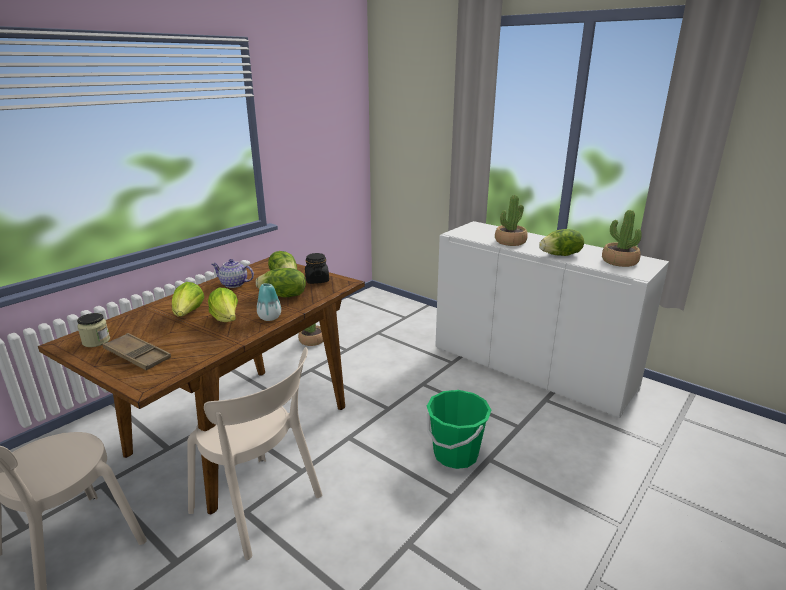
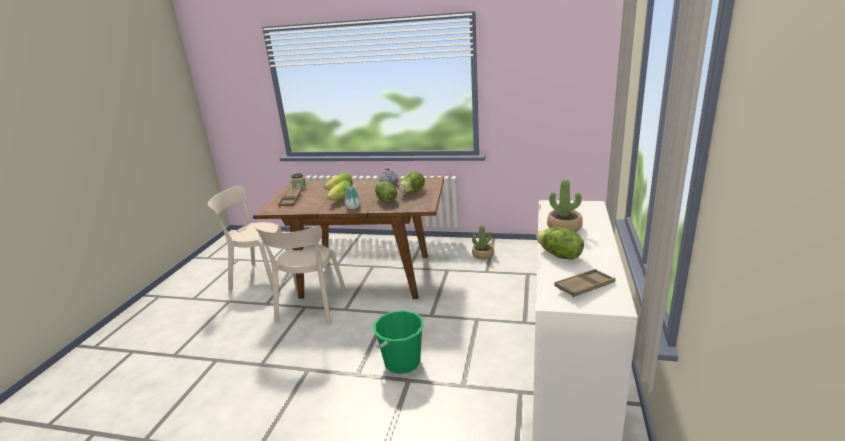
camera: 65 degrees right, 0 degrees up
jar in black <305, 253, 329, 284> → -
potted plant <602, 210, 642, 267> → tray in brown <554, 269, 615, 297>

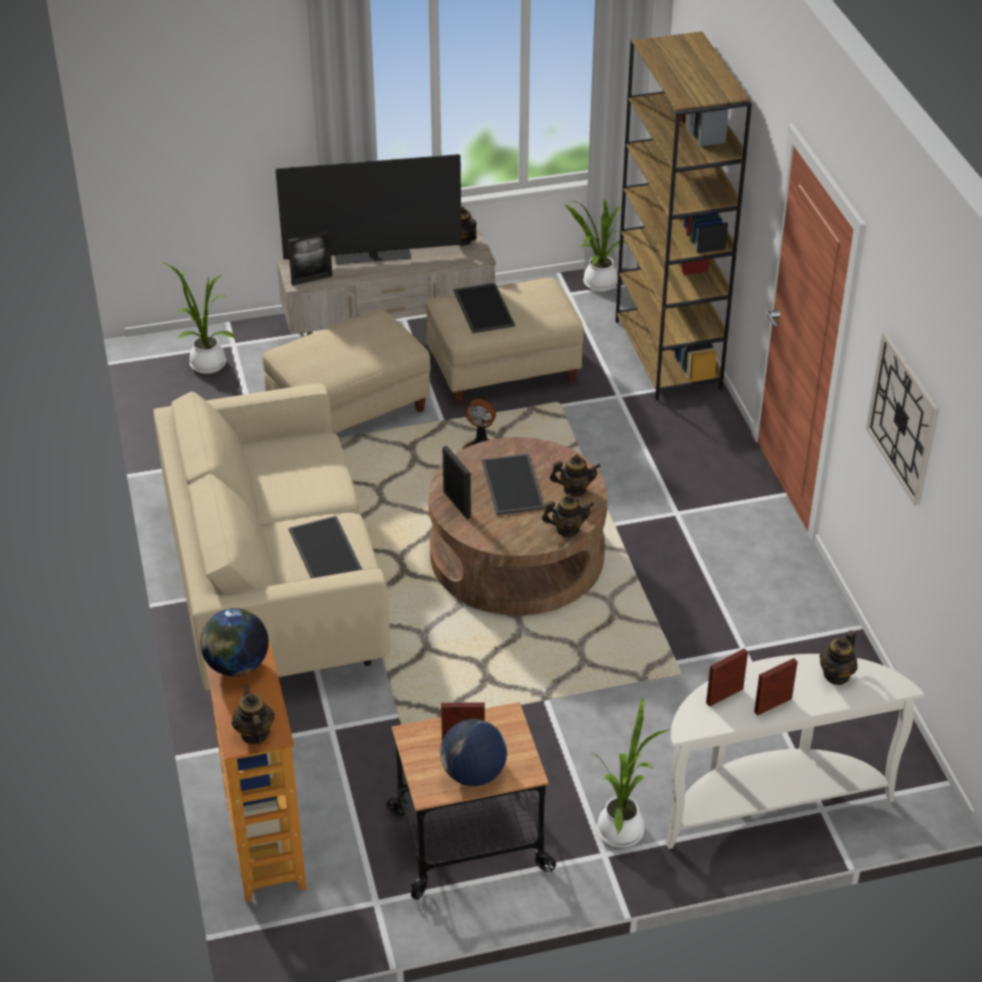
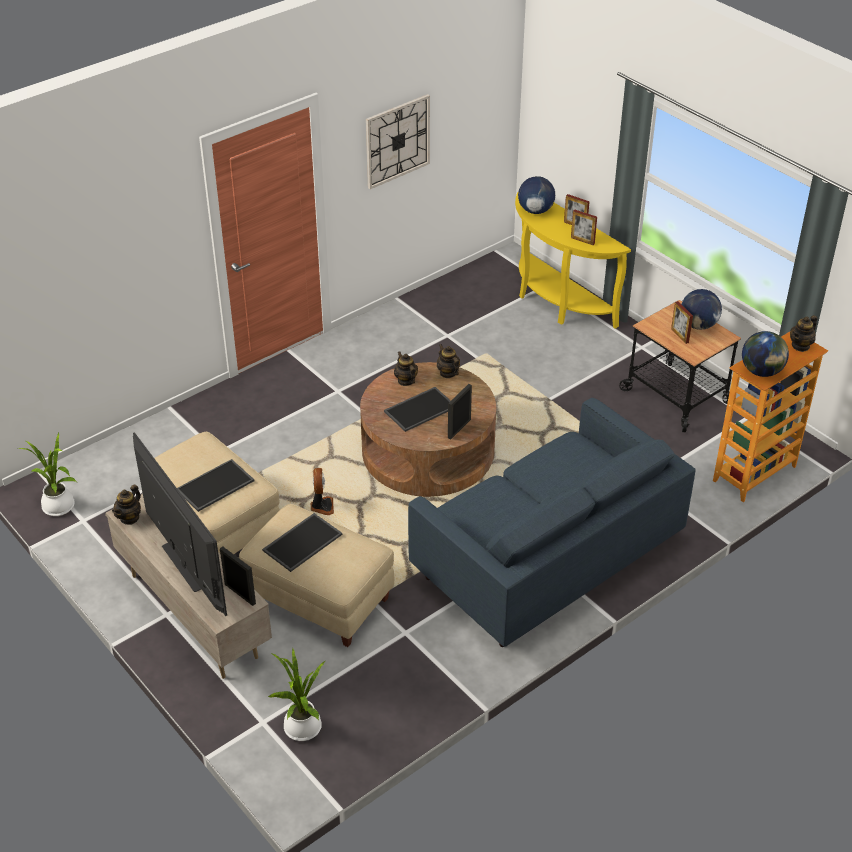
camera: 115 degrees left, 0 degrees up
potted plant <590, 696, 670, 848> → -
bookcase in brown <615, 31, 752, 401> → -
tray <289, 516, 362, 578> → tray <262, 513, 342, 572>, shifted
teapot <820, 630, 858, 685> → globe <518, 176, 555, 214>
sofa in beige <153, 384, 390, 690> → sofa in blue <408, 398, 696, 647>
console table in white <665, 654, 924, 849> → console table in yellow <515, 191, 631, 328>

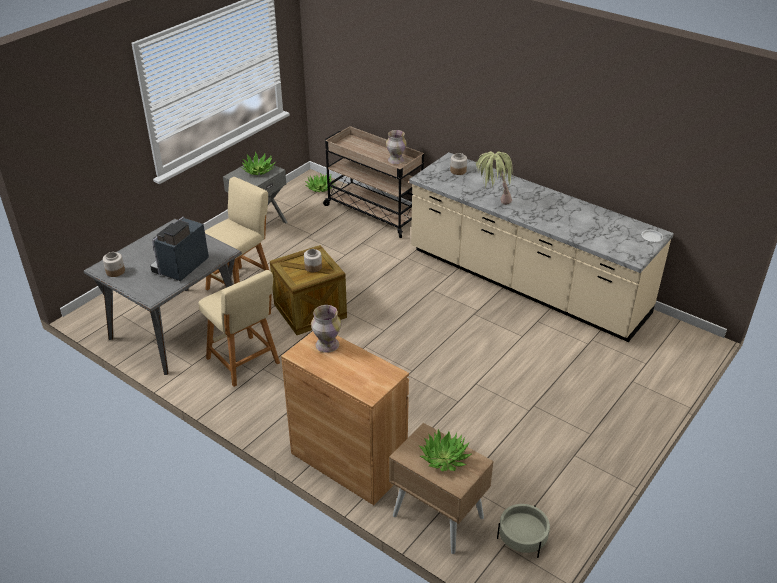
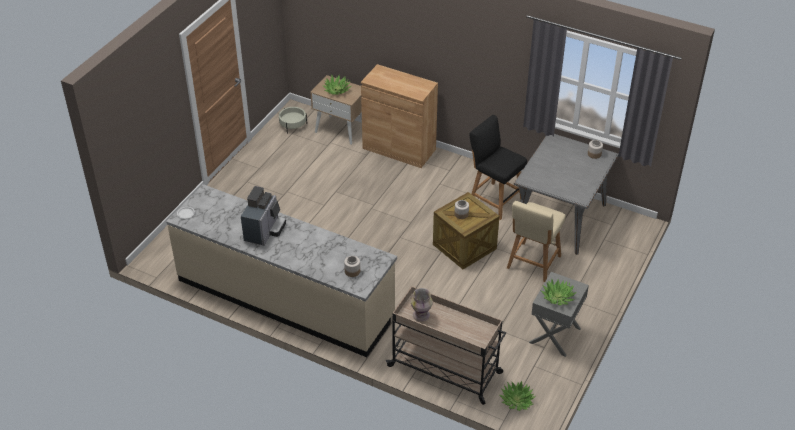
camera: 170 degrees right, 5 degrees up
vase <311, 305, 341, 353> → -
potted plant <476, 151, 513, 205> → -
coffee machine <150, 217, 209, 281> → coffee machine <241, 186, 286, 246>, shifted
stool in beige <198, 270, 280, 387> → stool in black <470, 115, 527, 220>

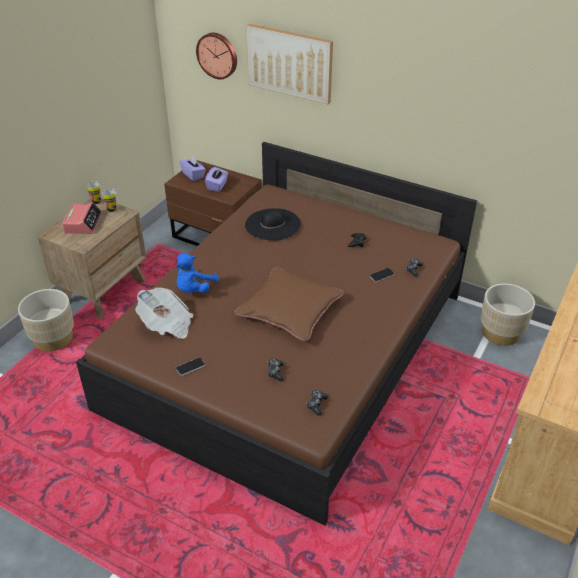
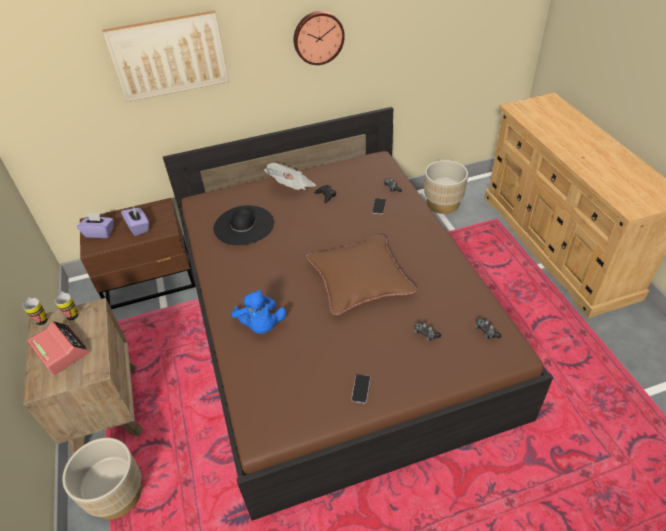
camera: 45 degrees left, 5 degrees up
newspaper <135, 287, 193, 339> → newspaper <264, 163, 316, 190>, shifted
wall clock <196, 33, 237, 79> → wall clock <294, 11, 345, 65>, shifted

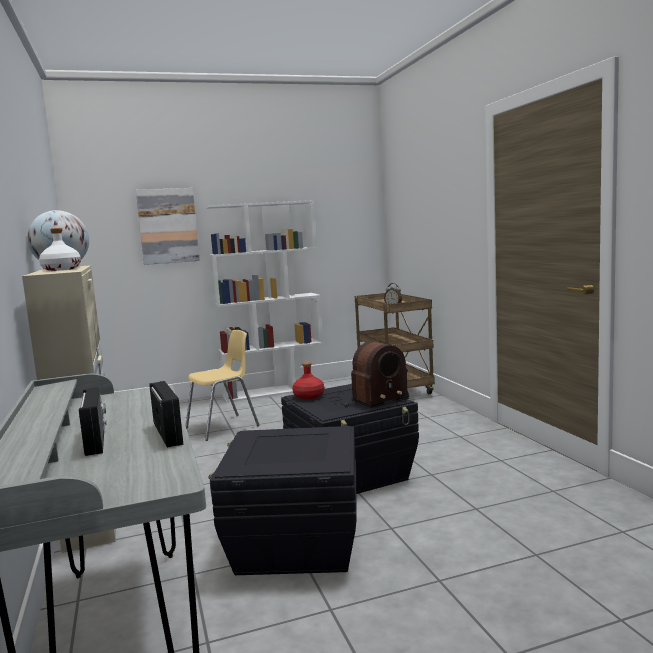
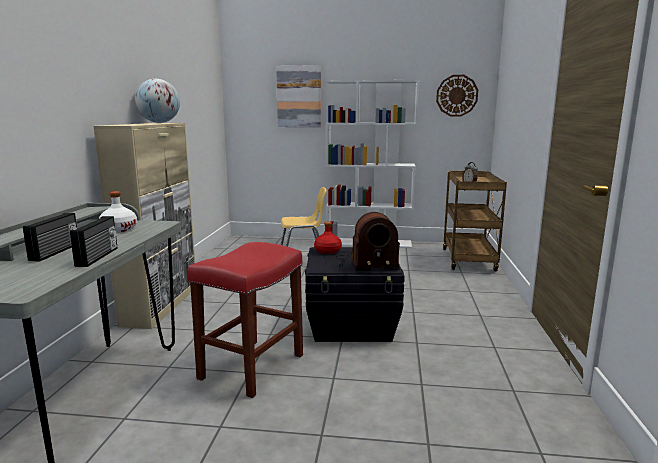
camera: 25 degrees right, 5 degrees up
- → wall clock <436, 75, 478, 117>
bottle in white <39, 228, 81, 271> → bottle in white <99, 191, 137, 232>, shifted
storage box in black <208, 426, 357, 575> → stool in red <187, 242, 303, 398>

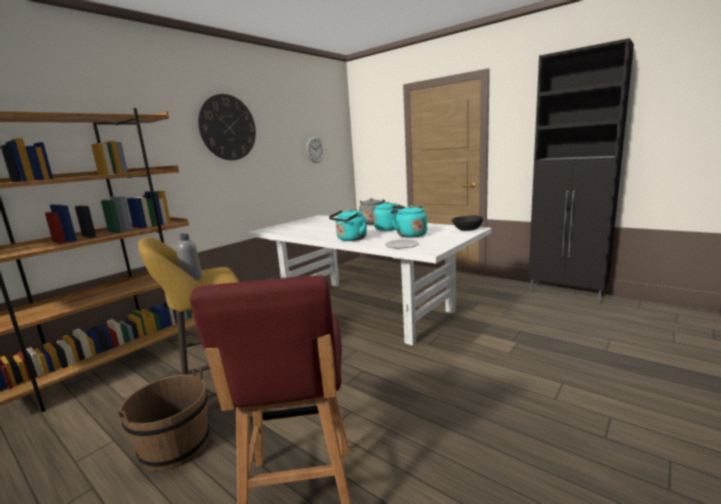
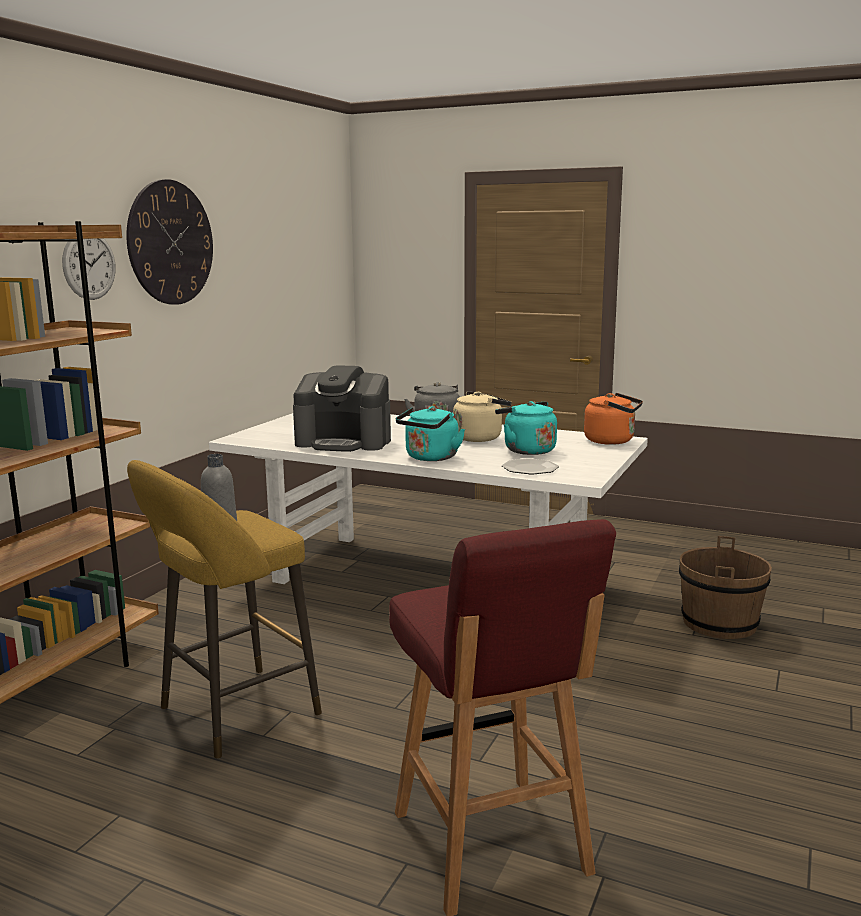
camera: 15 degrees left, 0 degrees up
cabinet in black <528, 38, 634, 305> → -
- → coffee machine <293, 365, 391, 452>
bucket in brown <116, 366, 209, 471> → bucket in brown <679, 536, 772, 639>, shifted
wall clock <306, 137, 325, 163> → wall clock <62, 238, 115, 300>, shifted
bowl in black <452, 215, 483, 231> → kettle in orange <584, 393, 643, 445>
kettle in turquoise <373, 202, 406, 231> → kettle in beige <453, 391, 512, 442>

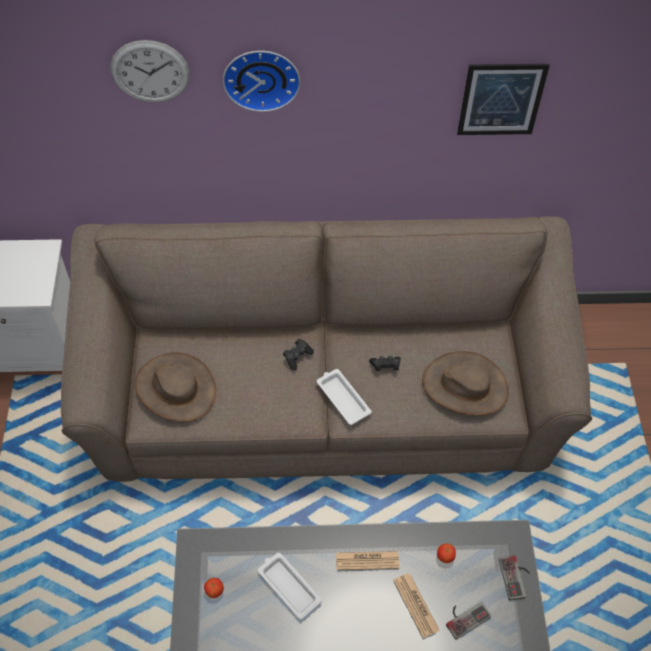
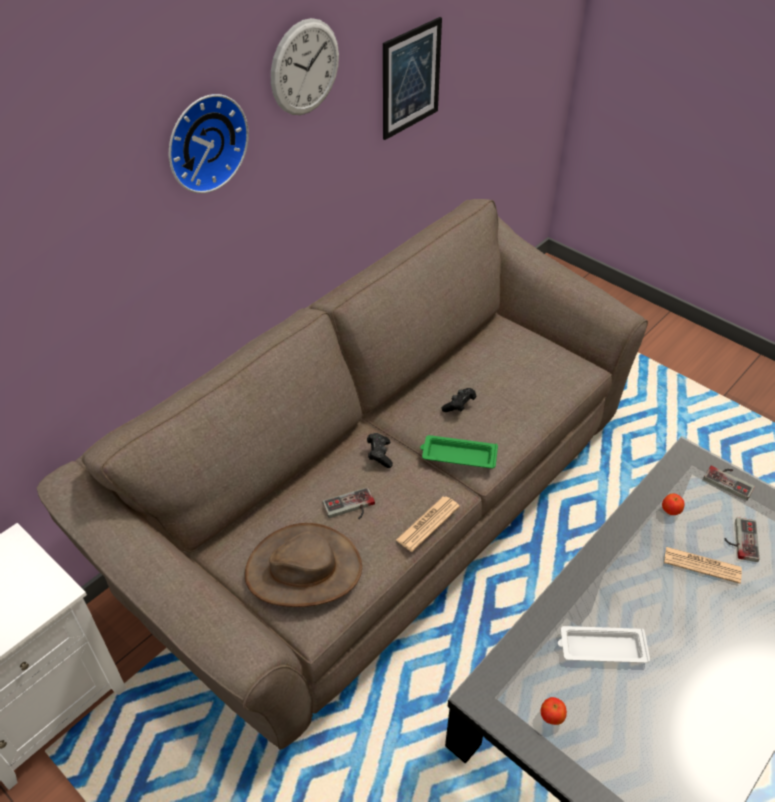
camera: 45 degrees left, 10 degrees down
hat in brown <422, 351, 509, 416> → -
- → game controller <323, 487, 375, 519>
wall clock <110, 40, 190, 102> → wall clock <271, 18, 339, 115>, shifted
newspaper <336, 551, 399, 570> → newspaper <396, 496, 460, 552>, shifted
tray in white <317, 369, 372, 425> → tray in green <420, 435, 498, 468>

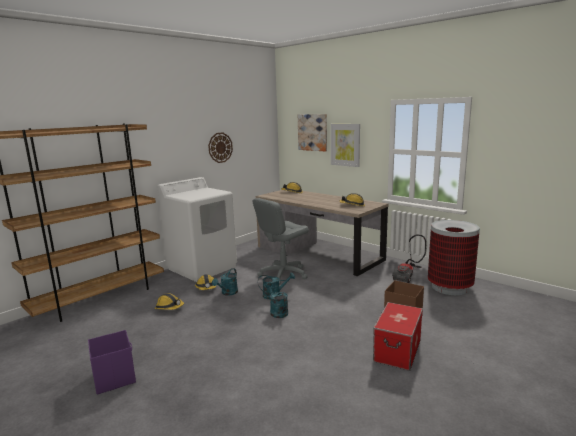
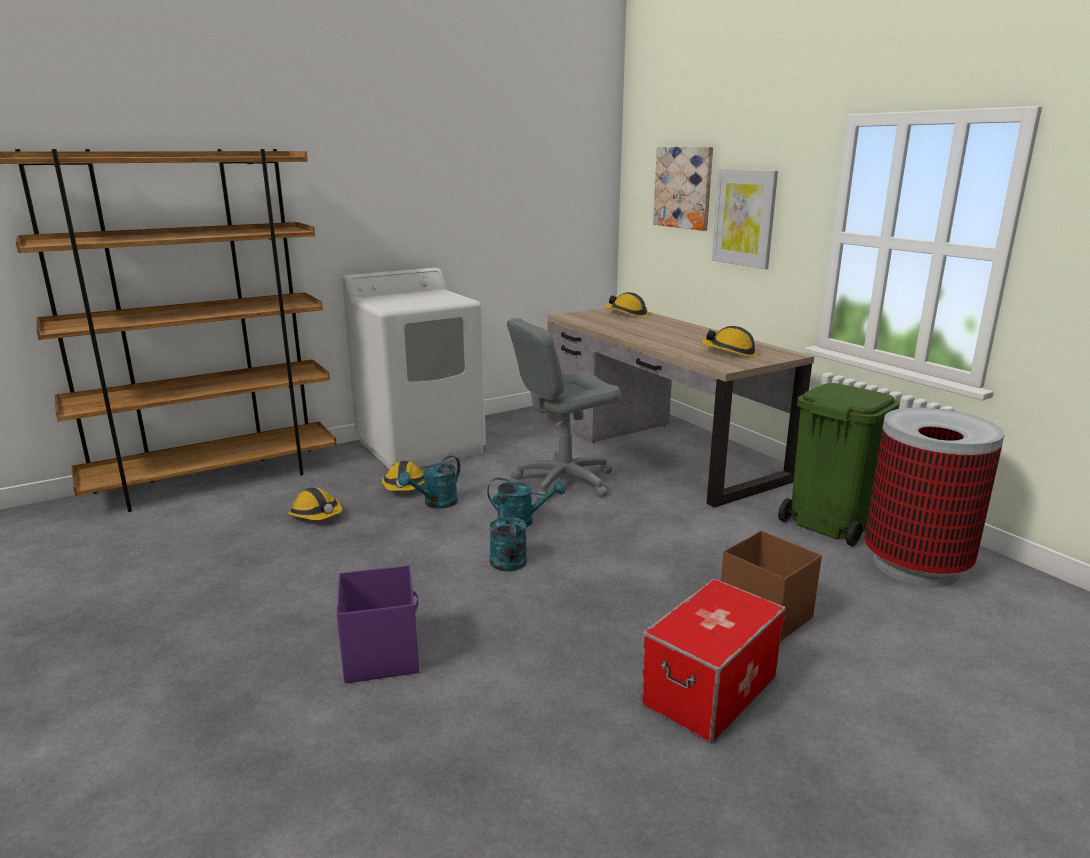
camera: 15 degrees right, 5 degrees up
wall clock <208, 132, 233, 163> → -
storage box in purple <88, 330, 136, 395> → storage box in purple <337, 565, 419, 683>, shifted
vacuum cleaner <392, 234, 426, 283> → trash can in green <778, 383, 900, 547>

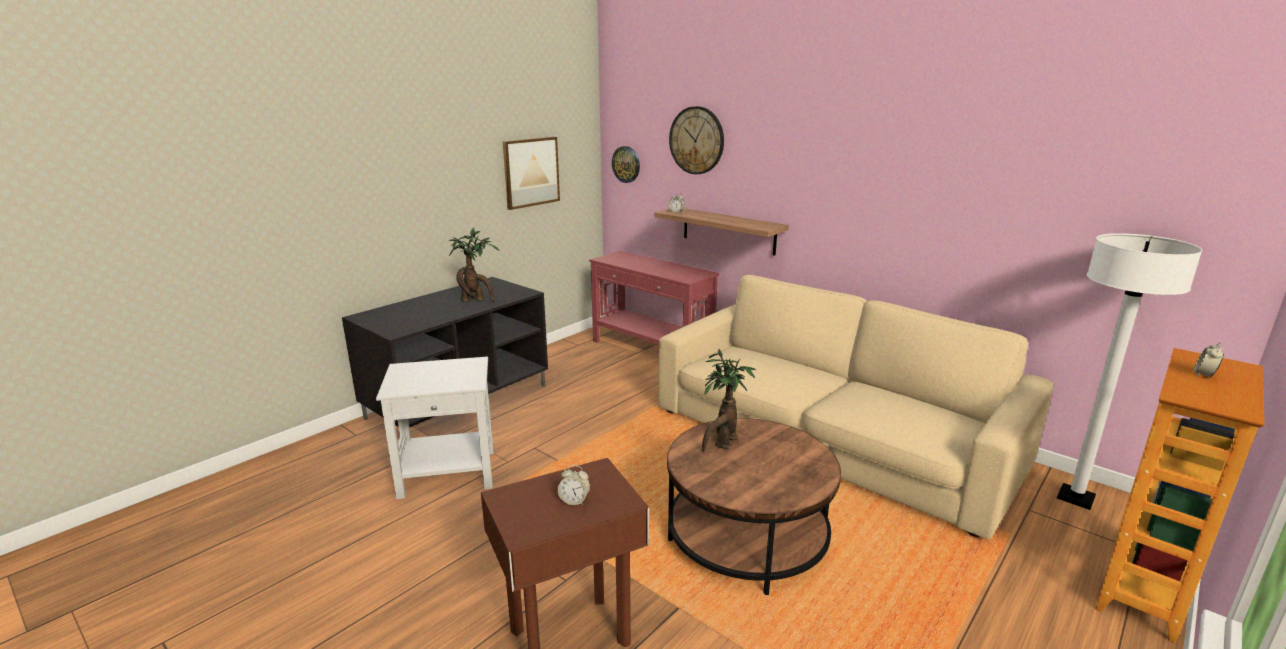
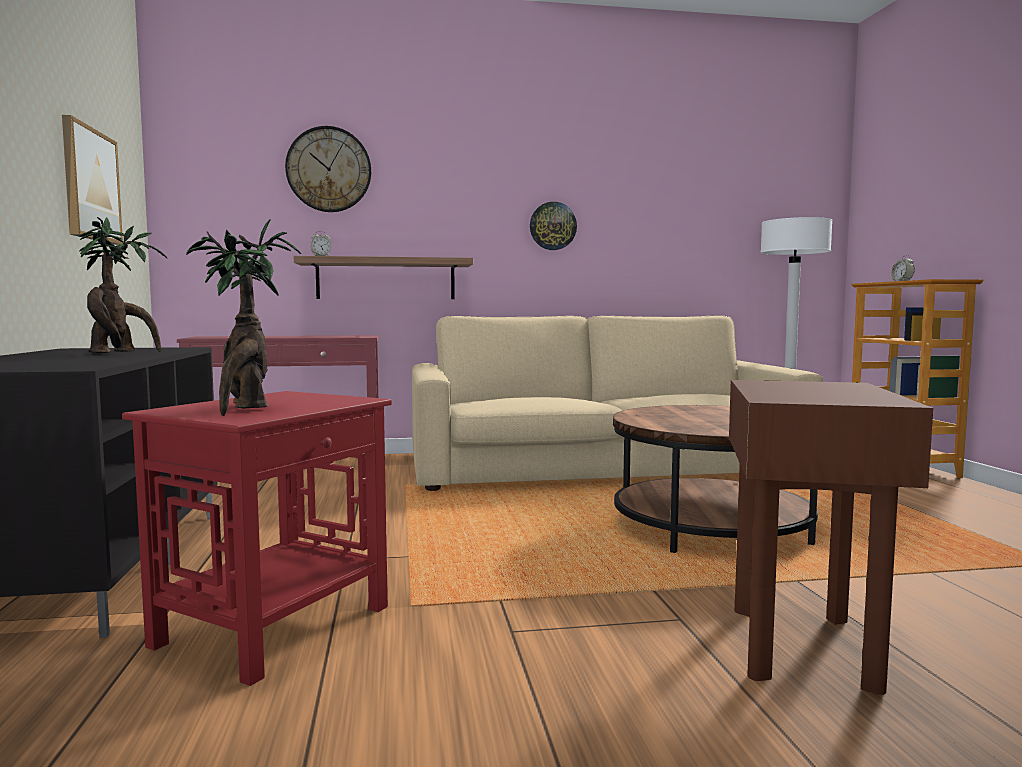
camera: 50 degrees left, 15 degrees down
alarm clock <558, 465, 590, 505> → -
wall clock <612, 146, 640, 183> → wall clock <530, 202, 577, 250>, shifted
potted plant <702, 348, 756, 452> → potted plant <186, 219, 301, 416>, shifted
side table in white <376, 357, 494, 499> → side table in red <122, 391, 392, 686>

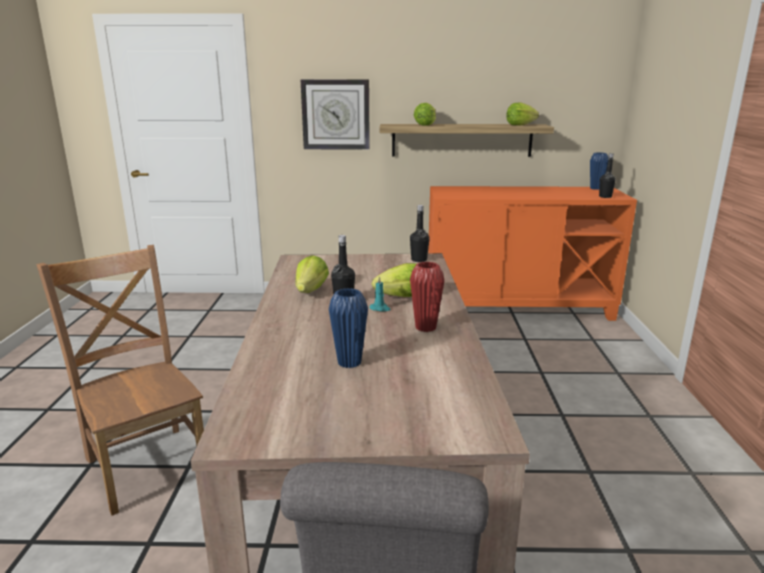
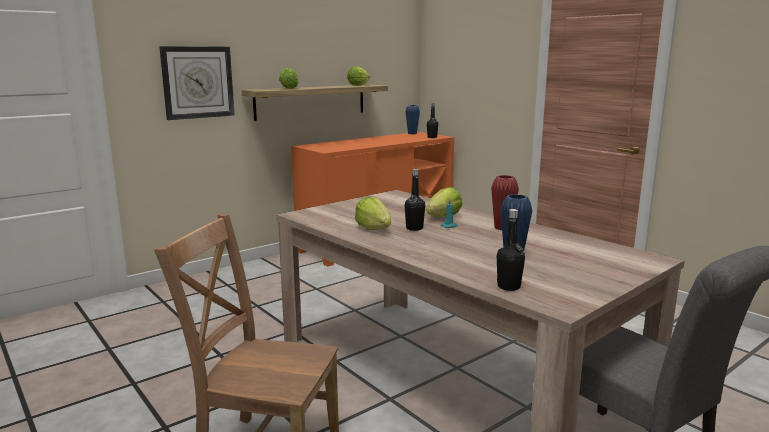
camera: 40 degrees left, 5 degrees down
bottle in black <410, 205, 430, 262> → bottle in black <497, 209, 525, 291>, shifted

